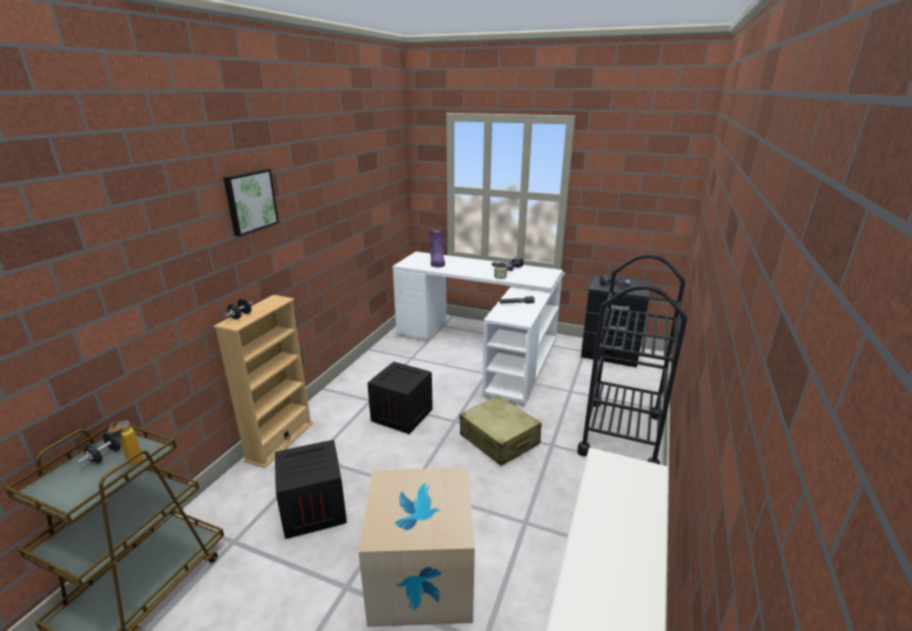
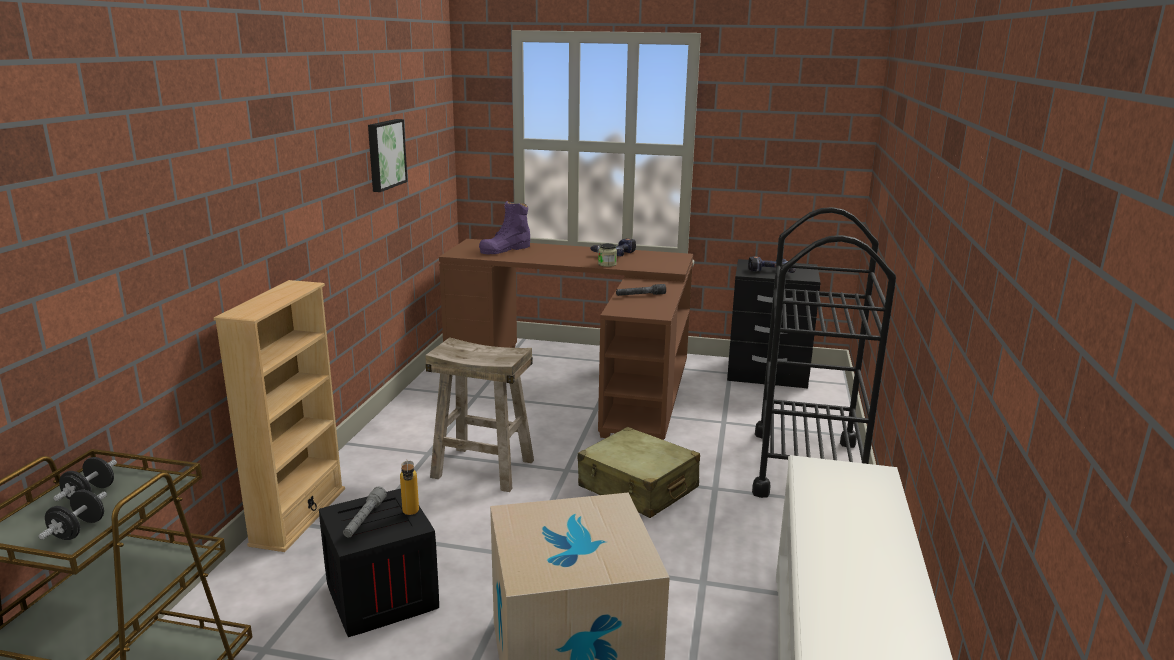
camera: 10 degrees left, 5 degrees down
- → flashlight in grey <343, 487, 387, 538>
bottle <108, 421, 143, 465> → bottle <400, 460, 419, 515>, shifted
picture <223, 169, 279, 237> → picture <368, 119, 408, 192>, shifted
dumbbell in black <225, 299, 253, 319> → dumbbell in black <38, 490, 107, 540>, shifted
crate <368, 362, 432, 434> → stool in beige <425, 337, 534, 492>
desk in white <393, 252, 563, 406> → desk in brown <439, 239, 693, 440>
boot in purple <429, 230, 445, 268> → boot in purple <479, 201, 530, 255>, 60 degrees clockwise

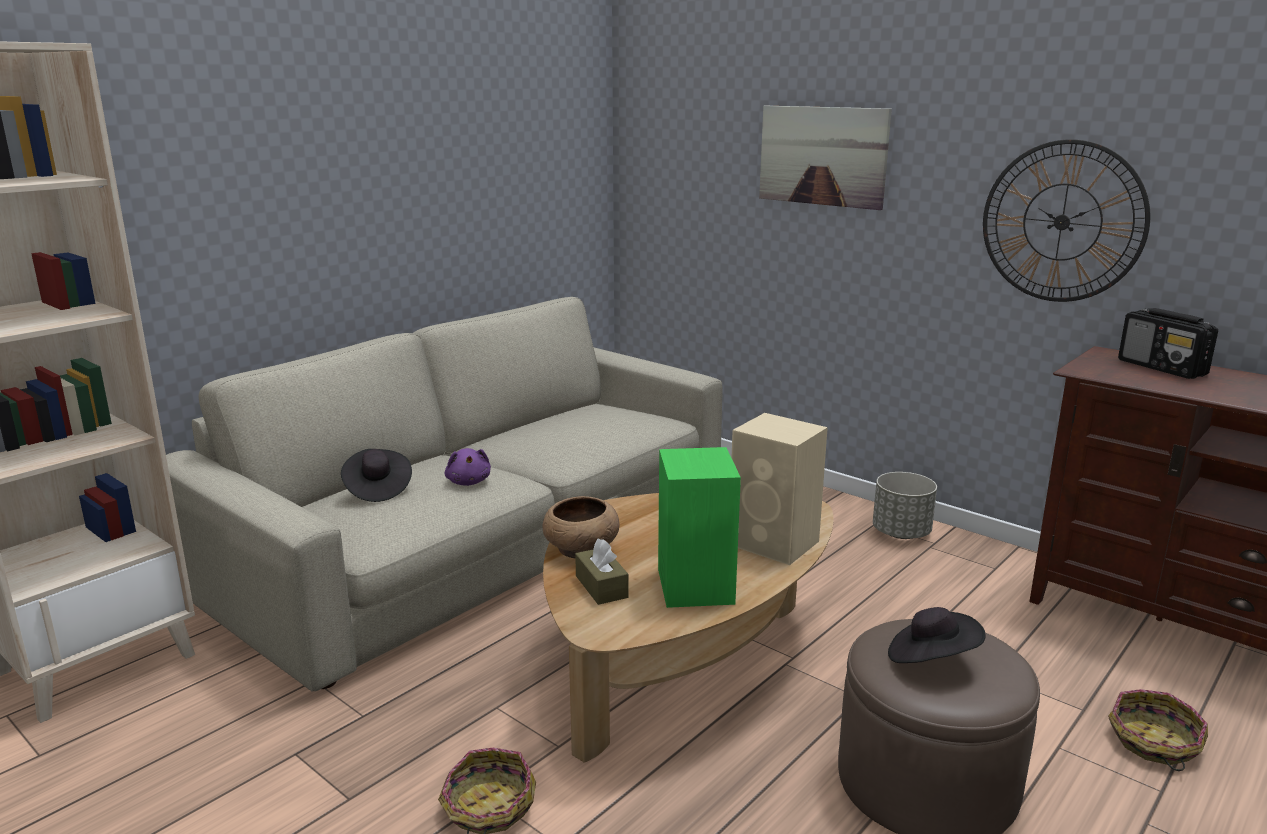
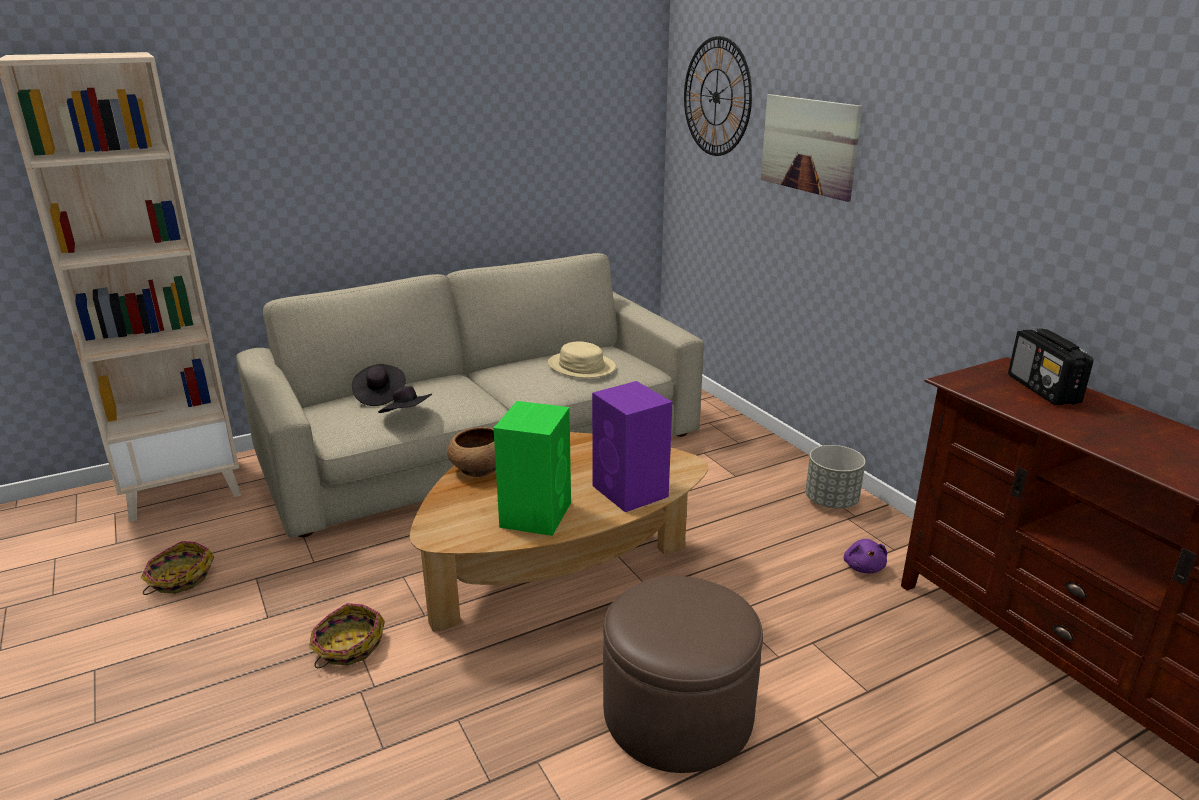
camera: 20 degrees right, 5 degrees up
tissue box in brown <575, 539, 629, 605> → -
- → hat in beige <548, 341, 616, 378>
plush toy in purple <445, 448, 491, 486> → plush toy in purple <844, 539, 887, 573>, shifted
hat in black <888, 607, 986, 663> → hat in black <378, 386, 432, 413>, shifted
wall clock <983, 139, 1150, 302> → wall clock <684, 36, 752, 156>, shifted
basket <1108, 689, 1208, 771> → basket <141, 541, 214, 595>, shifted
speaker in beige <732, 413, 828, 565> → speaker in purple <592, 381, 672, 512>

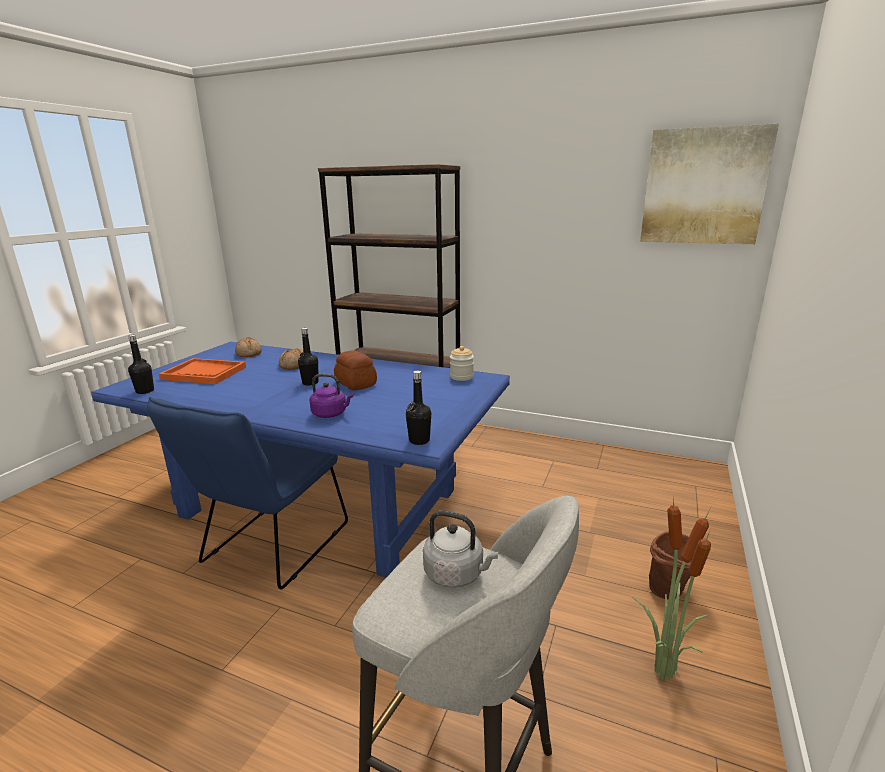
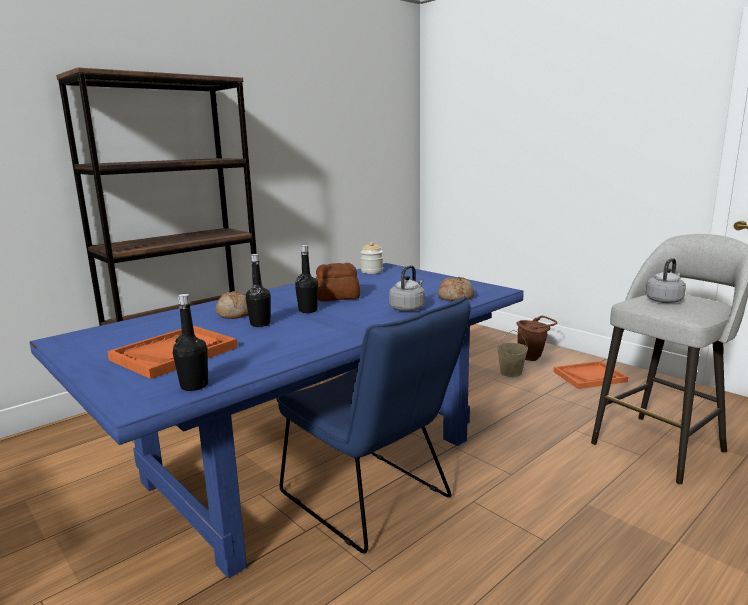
camera: 65 degrees left, 5 degrees down
picture <640, 124, 779, 244> → -
- → bucket in beige <497, 330, 528, 377>
bread <235, 337, 262, 357> → bread <437, 277, 474, 301>, shifted
bottle in black <406, 371, 431, 445> → bottle in black <246, 254, 271, 327>, shifted
potted plant <632, 498, 711, 682> → tray in orange <554, 361, 628, 389>
kettle in purple <309, 374, 353, 418> → kettle in grey <389, 265, 425, 311>

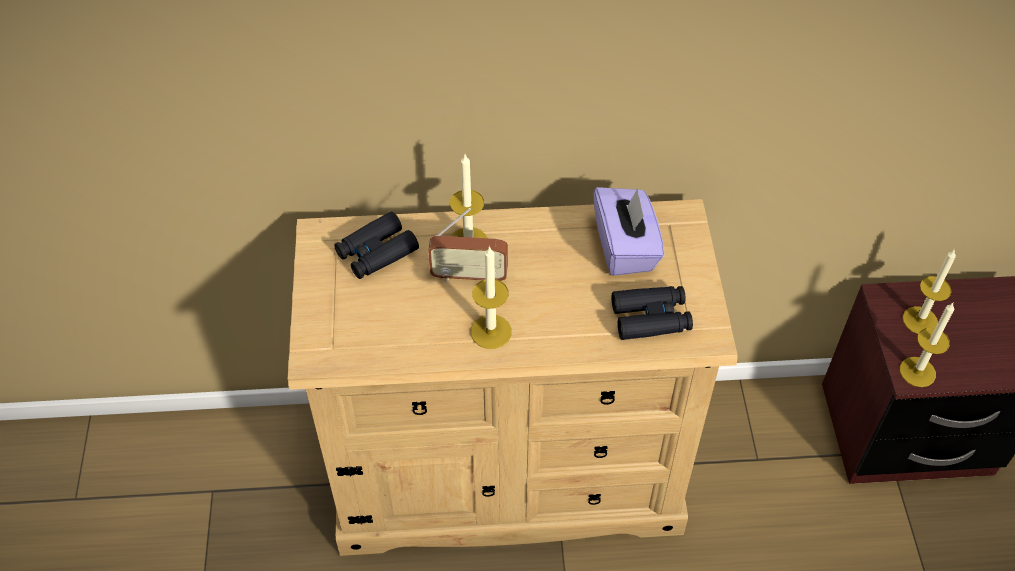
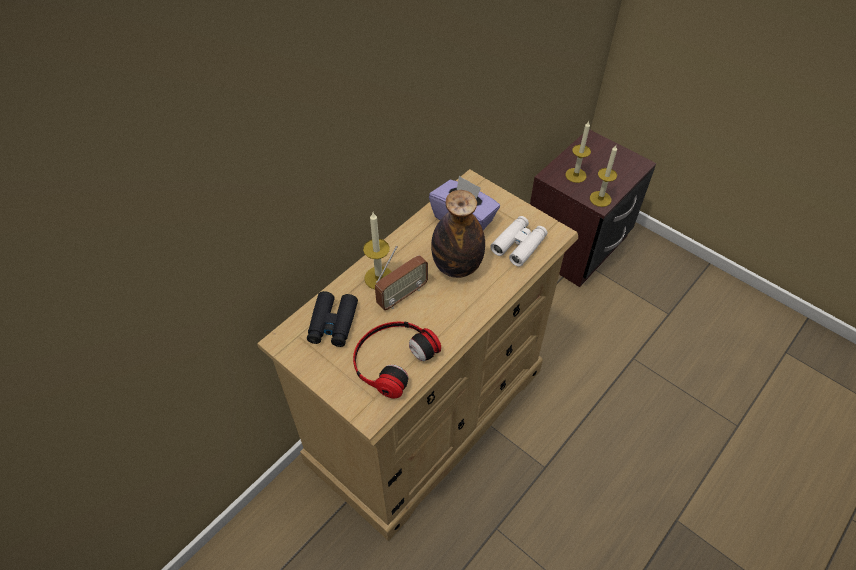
camera: 45 degrees left, 0 degrees up
candle <471, 246, 512, 349> → -
- → headphones <353, 321, 441, 399>
- → bottle <431, 190, 485, 278>
binoculars in black <612, 286, 693, 340> → binoculars in white <490, 216, 547, 267>

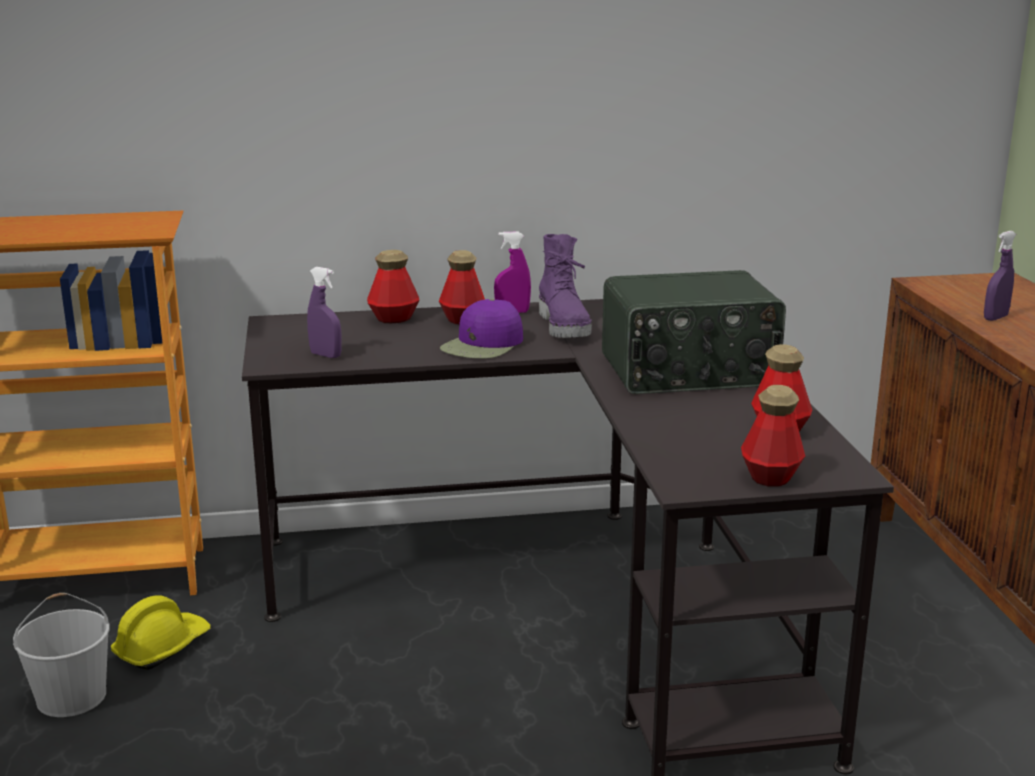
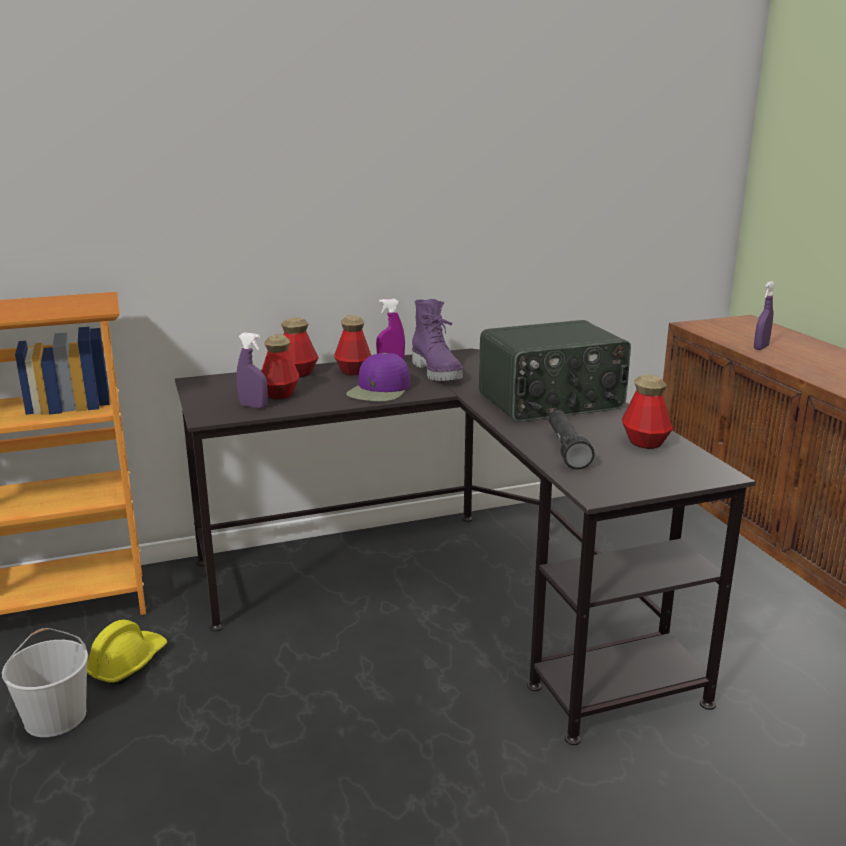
camera: 10 degrees left, 0 degrees up
- → flashlight in black <548, 410, 595, 469>
bottle <741, 385, 805, 486> → bottle <262, 334, 299, 399>, shifted

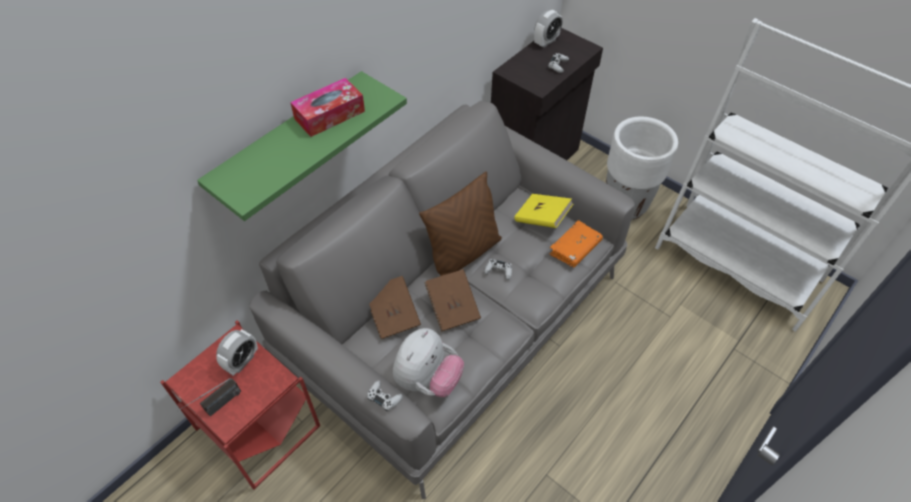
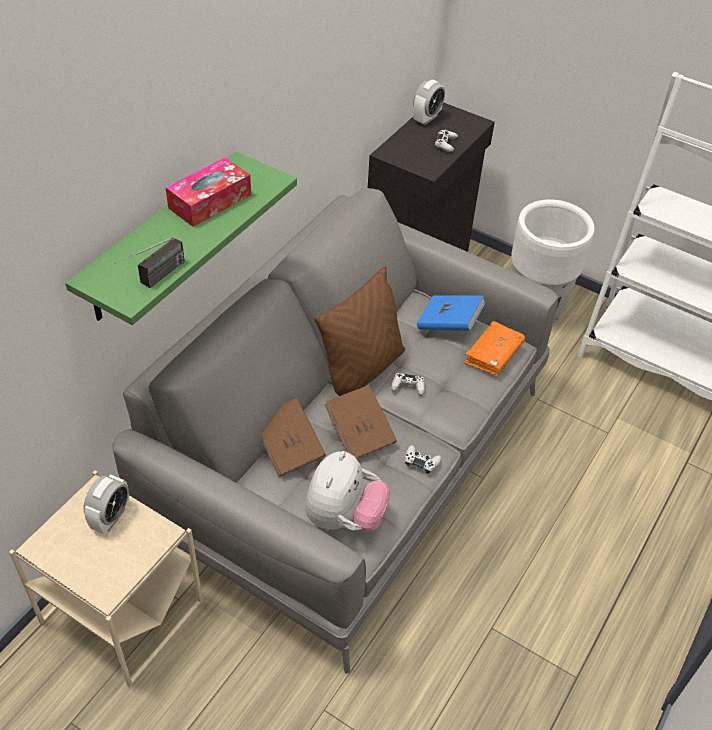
camera: 10 degrees left, 5 degrees down
radio <179, 378, 241, 417> → radio <114, 237, 184, 288>, shifted
game controller in white <367, 380, 403, 411> → game controller in white <405, 445, 442, 474>, shifted
side table in red <160, 320, 320, 490> → side table in beige <9, 470, 203, 687>
book in yellow <514, 194, 573, 228> → book in blue <417, 295, 486, 331>

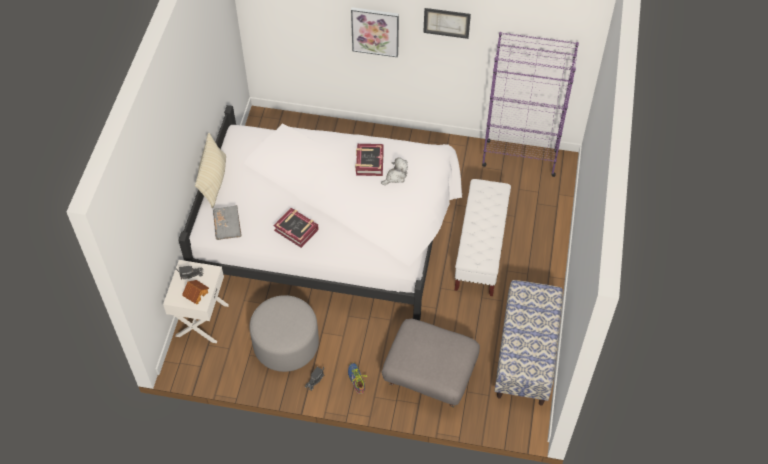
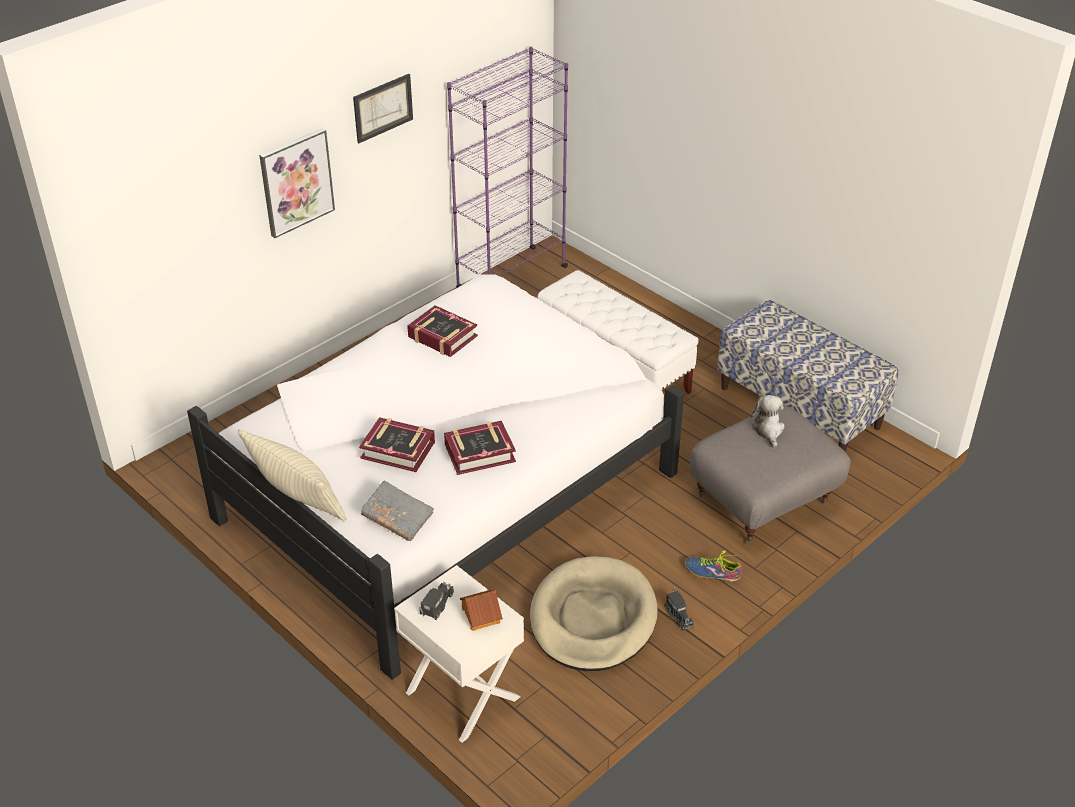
camera: 55 degrees left, 15 degrees down
- → book <359, 417, 435, 472>
plush toy <381, 157, 408, 185> → plush toy <751, 395, 785, 448>, shifted
ottoman in grey <249, 295, 319, 372> → dog bed in beige <530, 556, 658, 671>

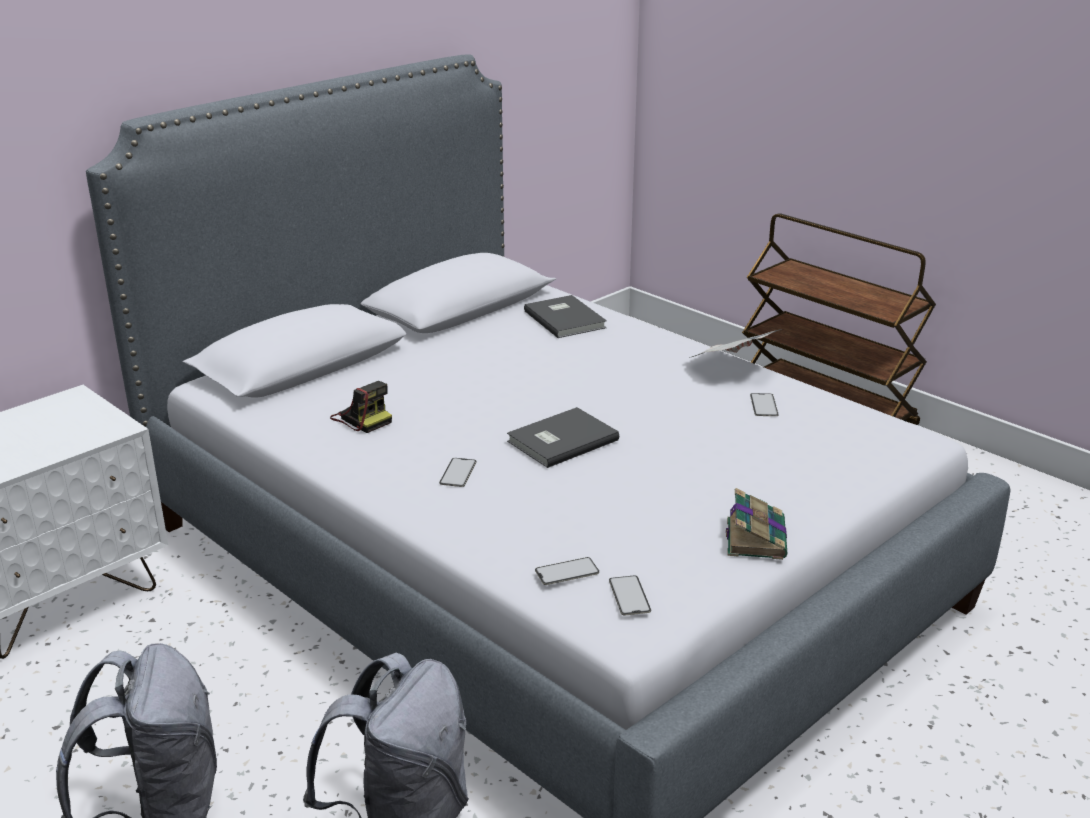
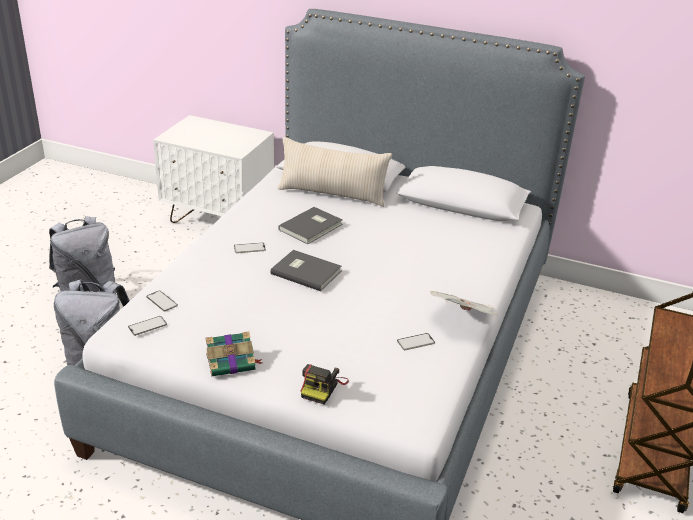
camera: 65 degrees right, 5 degrees up
- → pillow in beige <278, 137, 392, 207>
photo camera <330, 381, 392, 433> → photo camera <301, 364, 349, 404>, shifted
book in grey <524, 295, 607, 338> → book in grey <278, 207, 343, 244>, shifted

